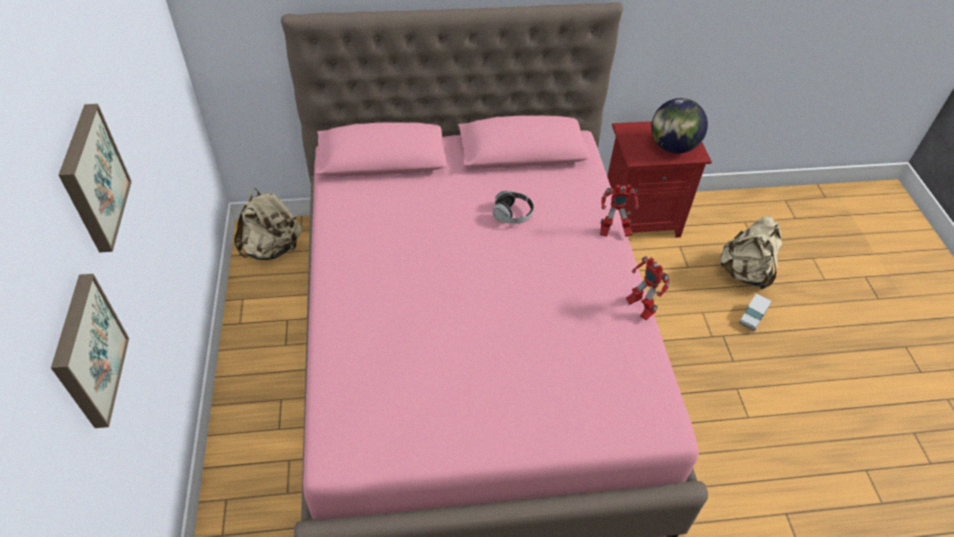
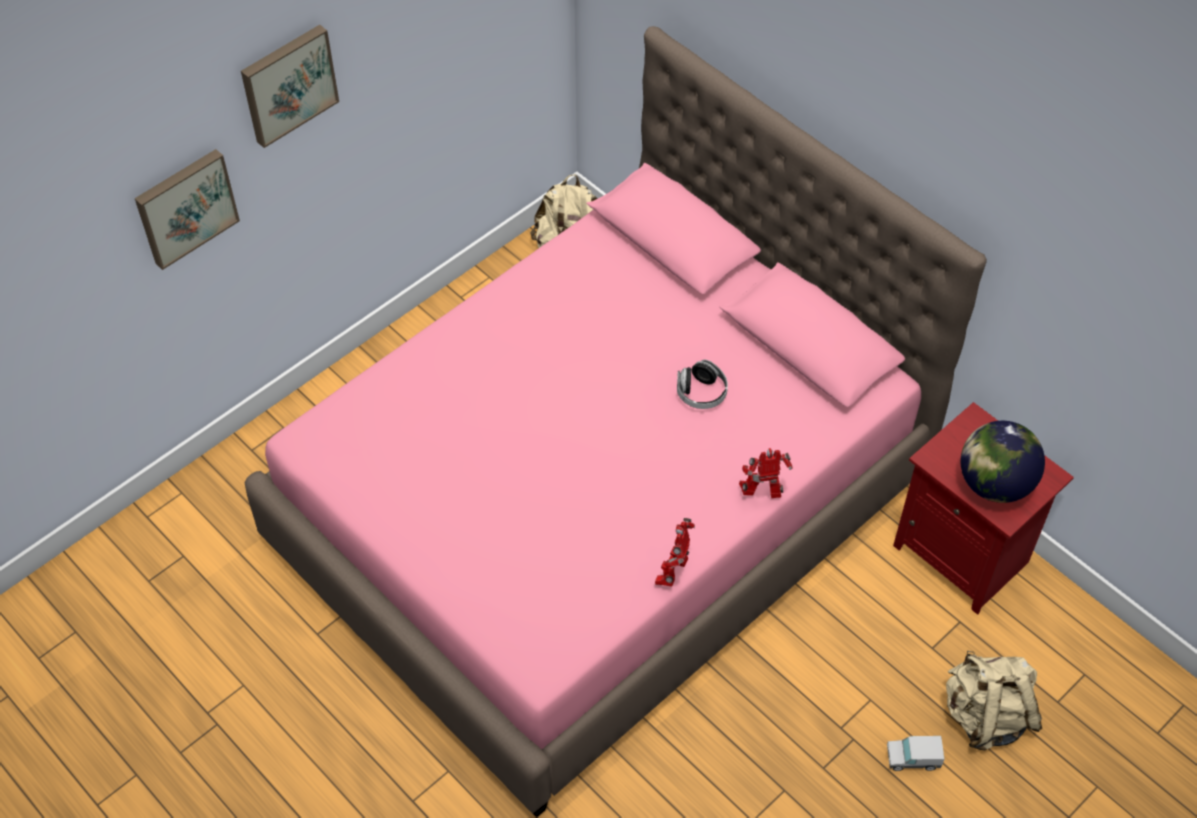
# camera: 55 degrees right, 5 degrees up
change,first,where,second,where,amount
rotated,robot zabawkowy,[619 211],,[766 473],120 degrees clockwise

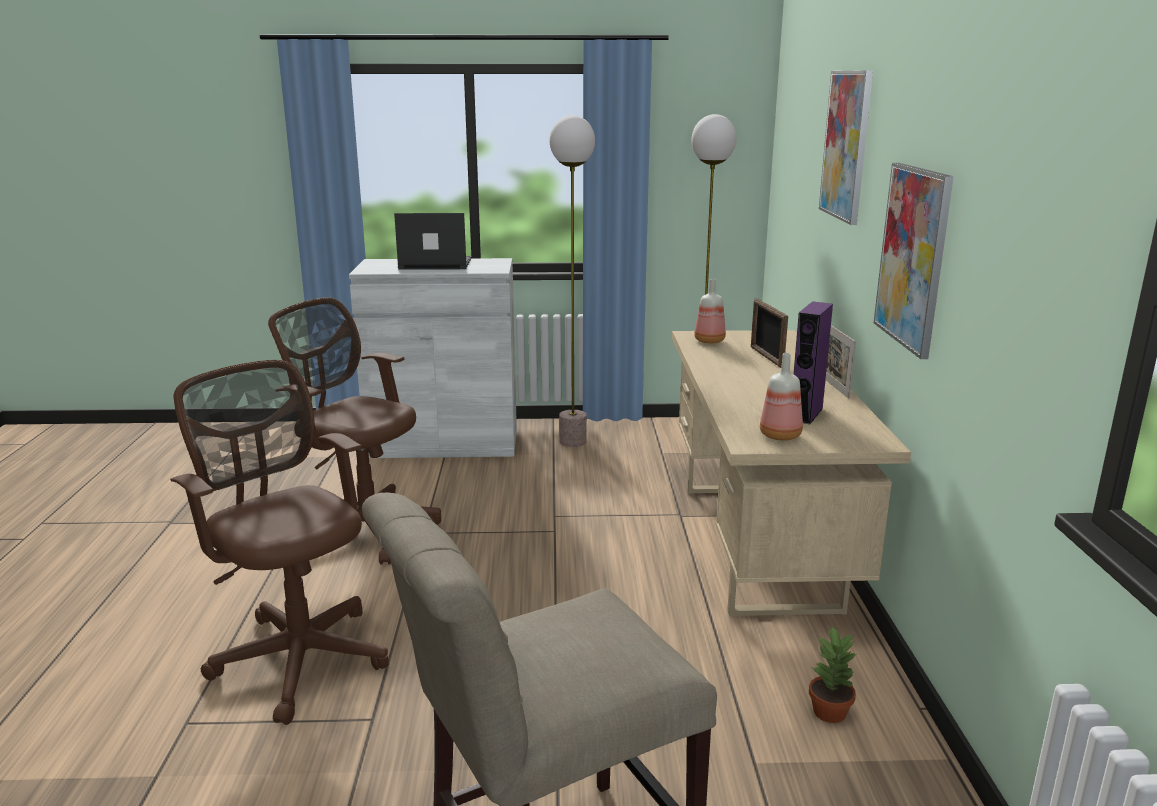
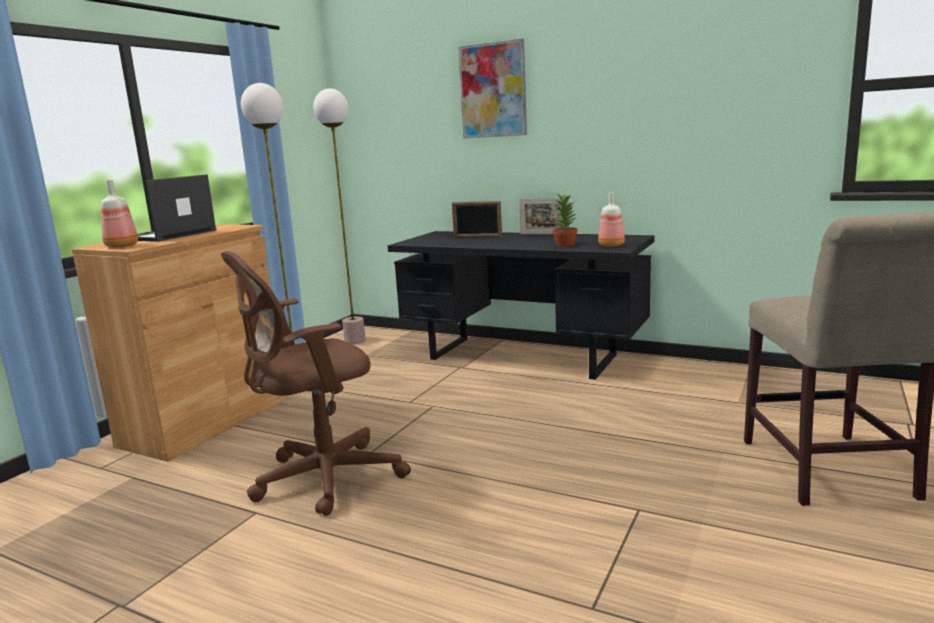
# camera: 60 degrees left, 5 degrees down
change,first,where,second,where,amount
gone,krzesło biurowe [brązowy],[279 542],,,
repainted,szafka [biały],[433 358],szafka [brązowy],[179 343],
repainted,biurko [beżowy],[791 473],biurko [czarny],[521 305],
shifted,butelka,[710 311],,[119 214],
gone,głośnik [fioletowy],[813 362],,,
shifted,roślina doniczkowa,[833 675],,[565 220],
gone,obraz,[914 261],,,

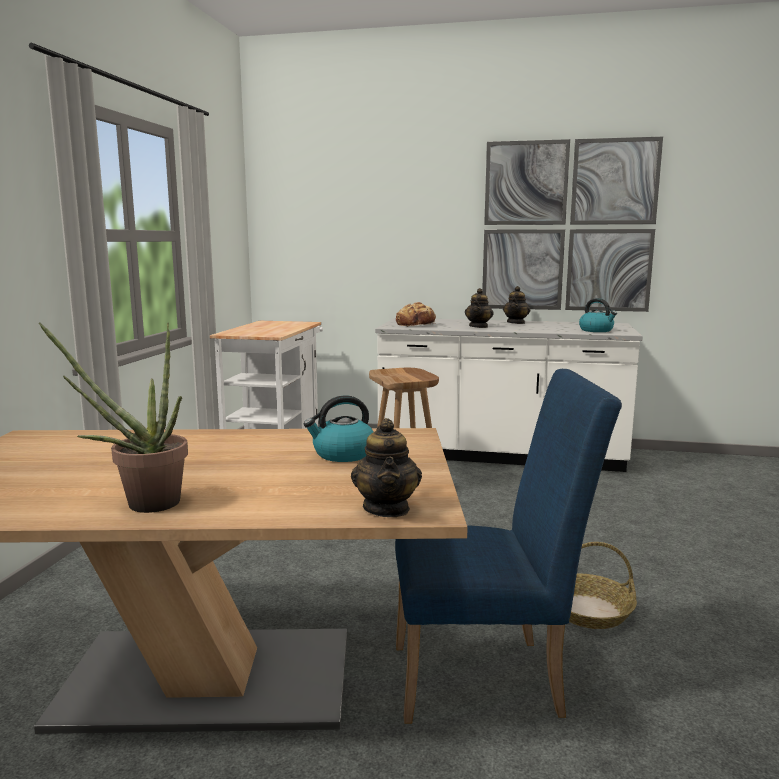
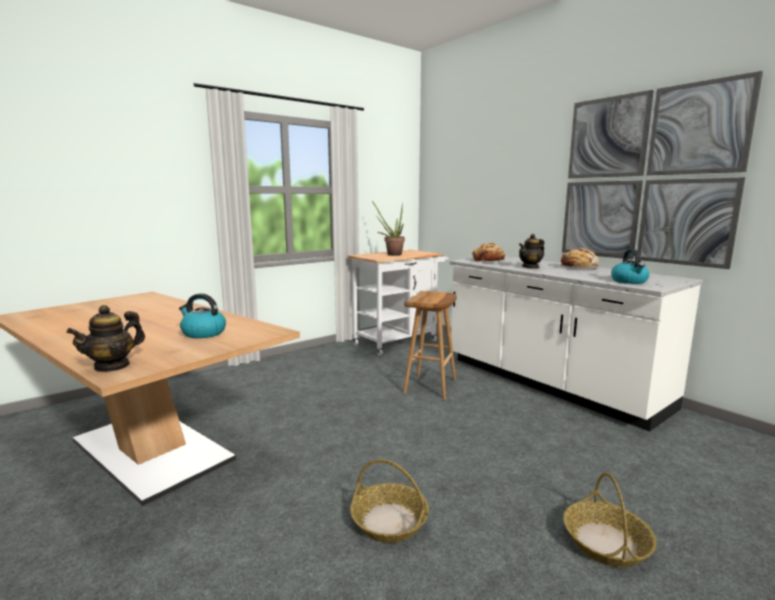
# camera: 40 degrees right, 0 degrees up
change,first,where,second,where,amount
shifted,roślina doniczkowa,[113 417],,[388 228],
gone,krzesło [niebieski],[508 546],,,
swapped,imbryk,[517 305],chleb,[577 258],
new,,,koszyk,[610 519],

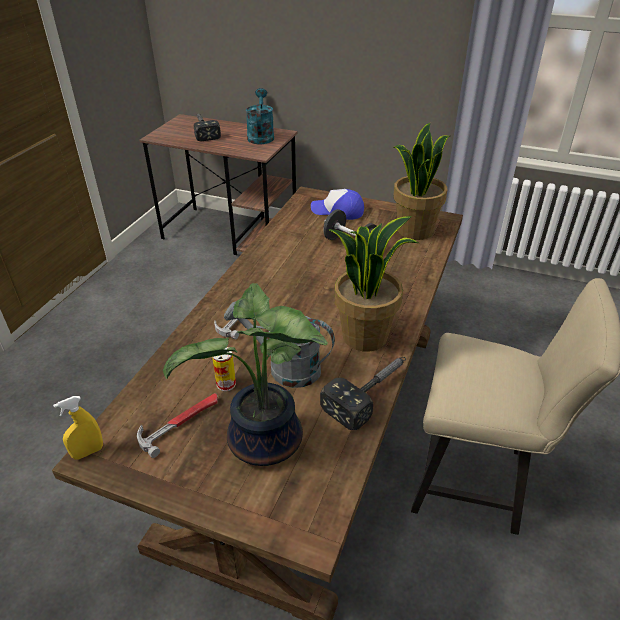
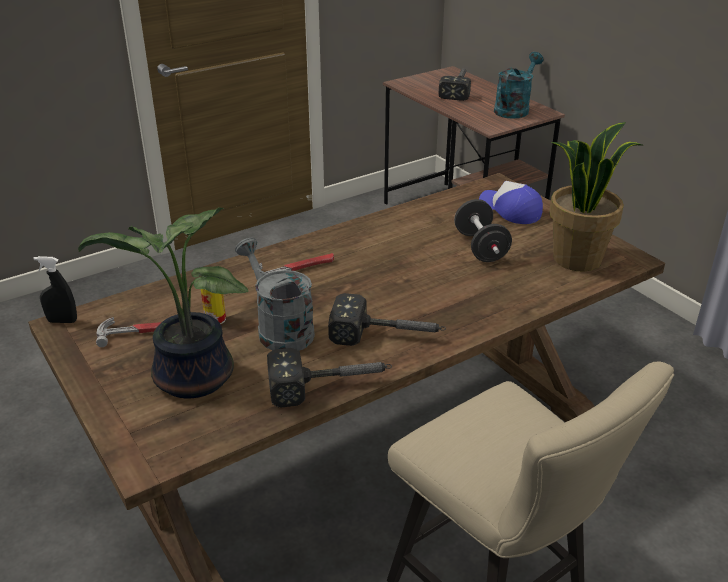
# camera: 35 degrees right, 5 degrees down
change,first,where,second,where,amount
repainted,spryskiwacz [żółty],[78 428],spryskiwacz [czarny],[55 289],
swapped,roślina doniczkowa,[374 284],młotek,[387 319],

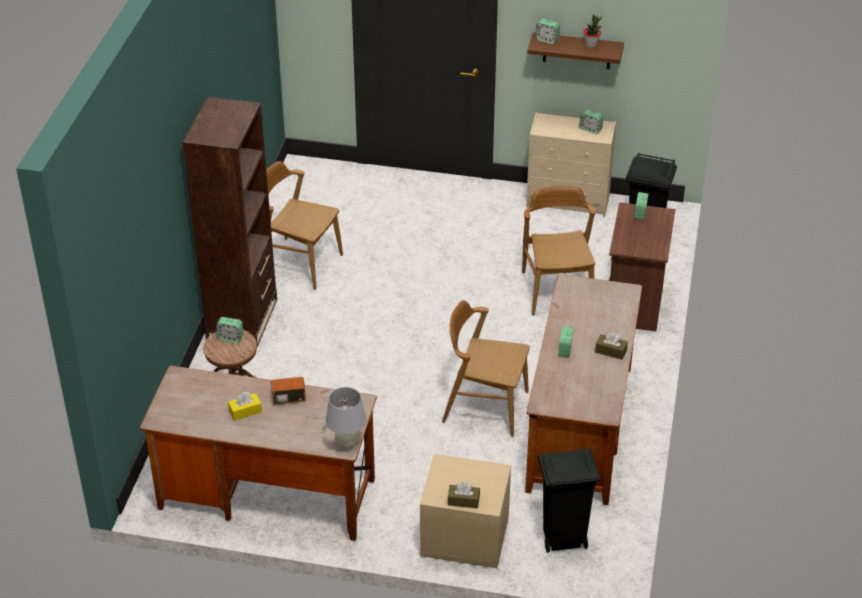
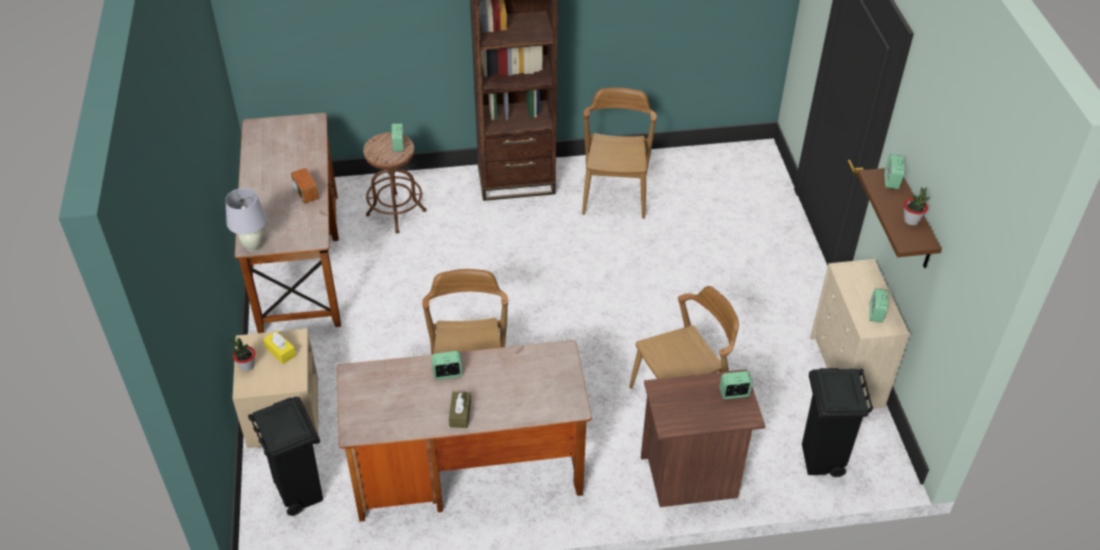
# camera: 70 degrees right, 5 degrees up
change,first,where,second,where,amount
shifted,pudełko chusteczek [żółty],[245 406],,[279 347],
swapped,pudełko chusteczek [brązowy],[464 495],roślina doniczkowa,[242 354],

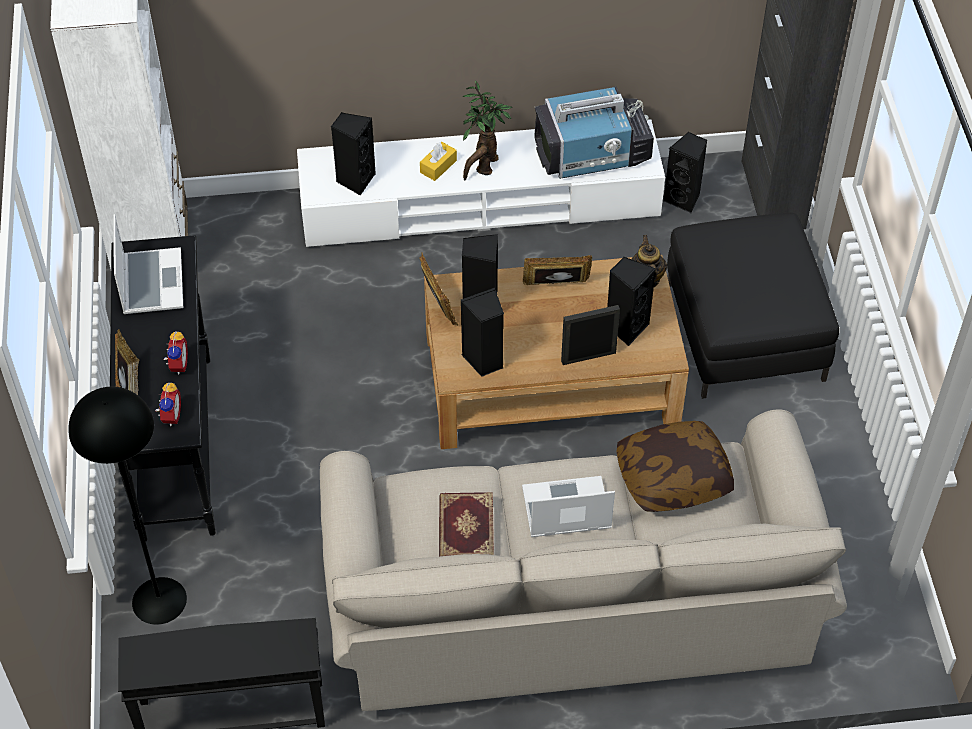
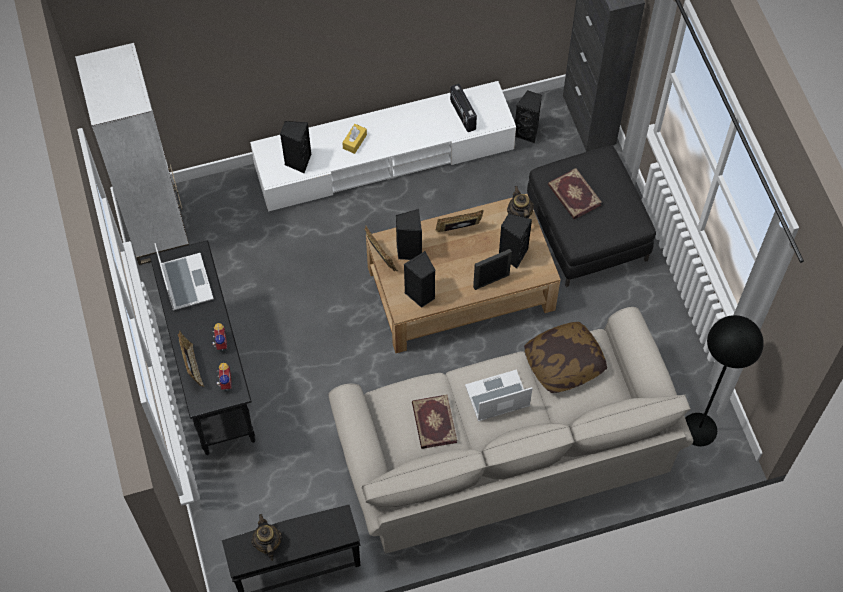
# camera: 10 degrees left, 10 degrees up
change,first,where,second,where,amount
shifted,lampa stojąca [czarny],[127 506],,[724 380],
gone,roślina doniczkowa,[487 130],,,
swapped,telewizor,[594 132],radio,[463 108],
new,,,imbryk,[266 537],
new,,,książka,[575 193],

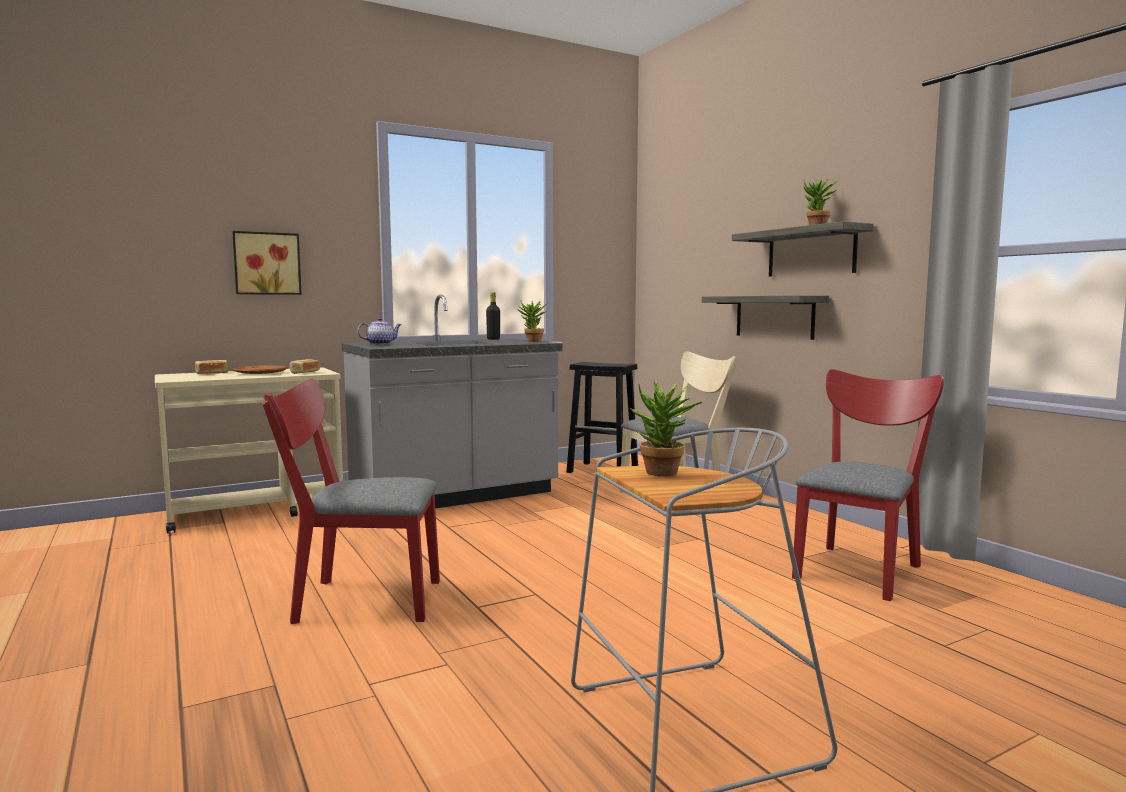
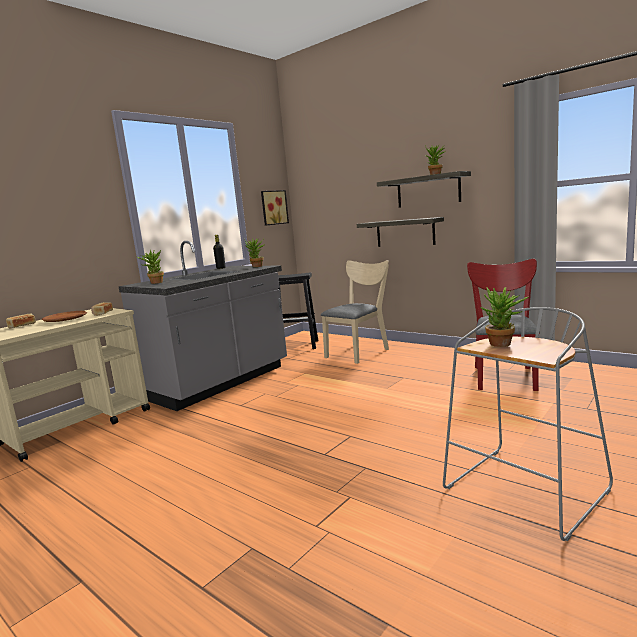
# camera: 20 degrees left, 5 degrees up
change,first,where,second,where,amount
shifted,obraz,[267 263],,[275 208],
gone,krzesło [czerwony],[351 501],,,
swapped,imbryk,[379 331],roślina doniczkowa,[150 267],

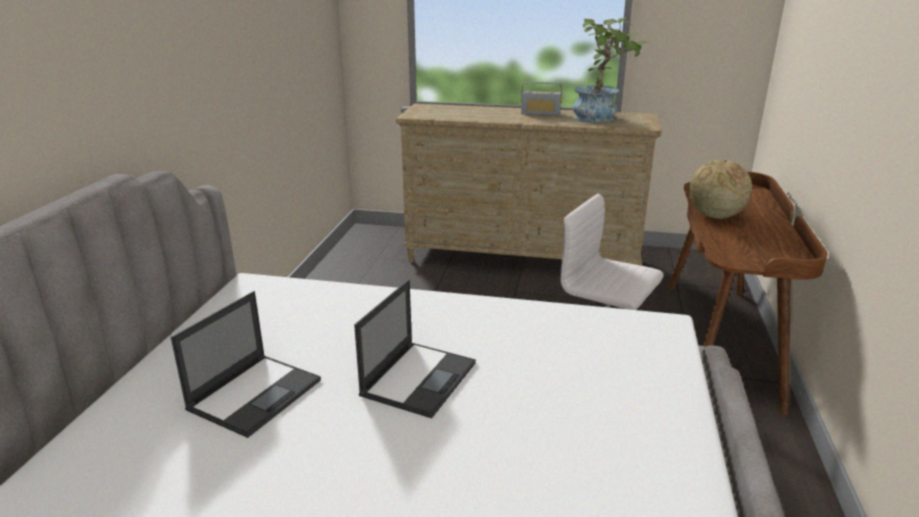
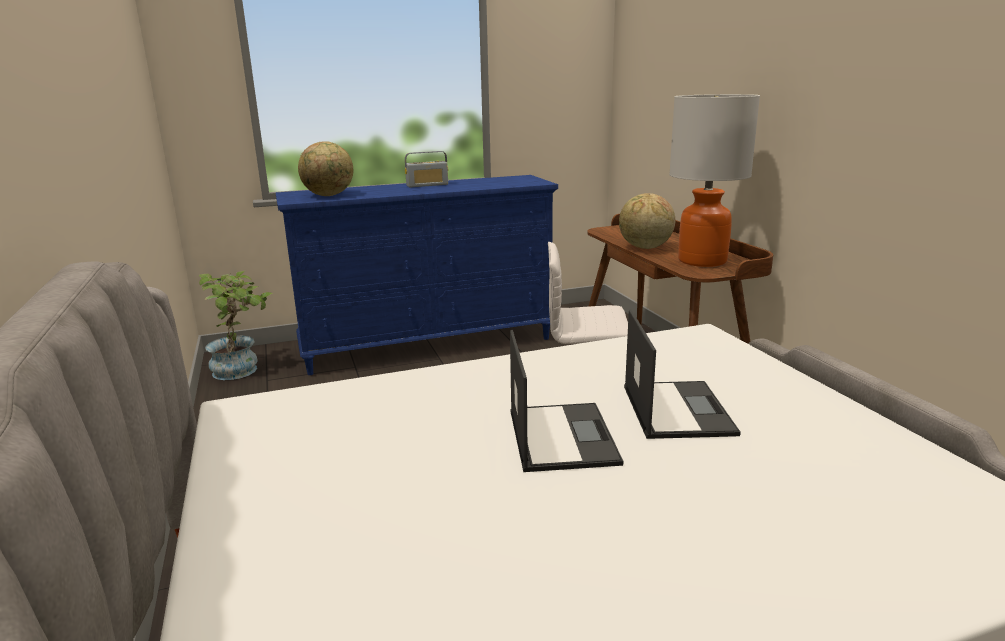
# camera: 30 degrees left, 5 degrees down
change,first,where,second,where,amount
shifted,laptop,[246 364],,[682 374],
repainted,komoda [beżowy],[529 184],komoda [niebieski],[417 275],
shifted,roślina doniczkowa,[610 69],,[236 325],
new,,,globus,[325 168],
new,,,lampa stołowa,[714 180],

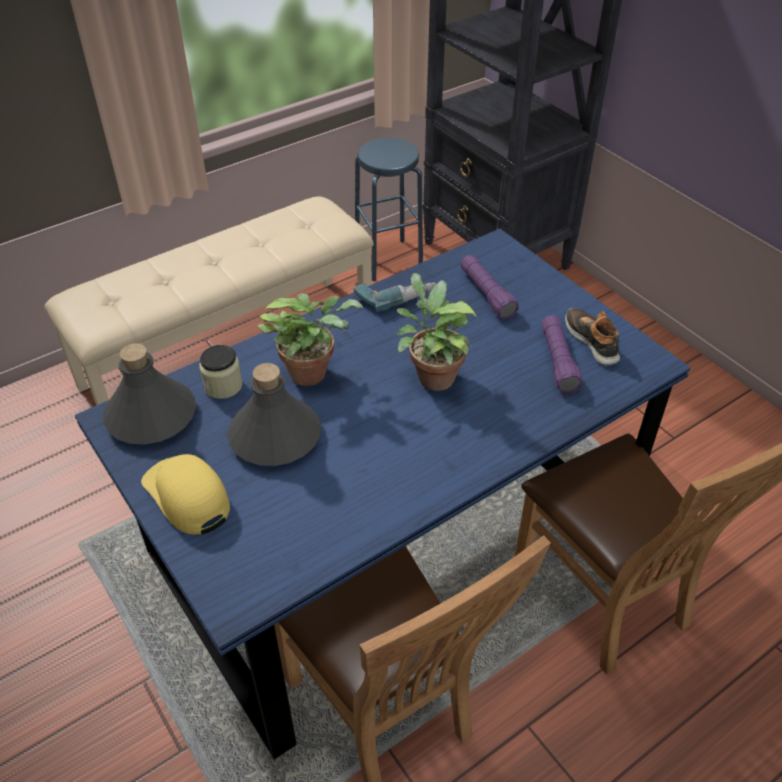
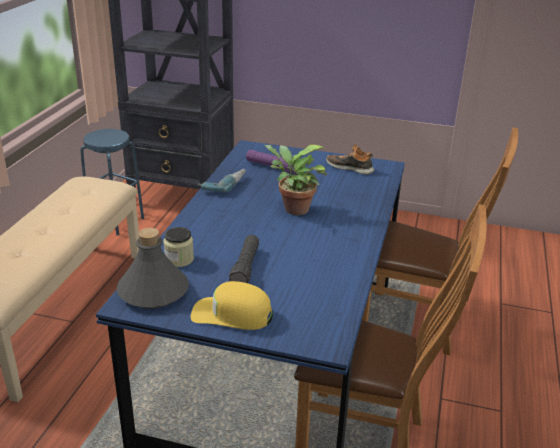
# camera: 40 degrees left, 15 degrees down
change,first,where,second,where,amount
swapped,butelka [szary],[274 414],latarka [czarny],[244 259],
gone,roślina doniczkowa,[310 339],,,
gone,latarka [fioletowy],[562 354],,,

